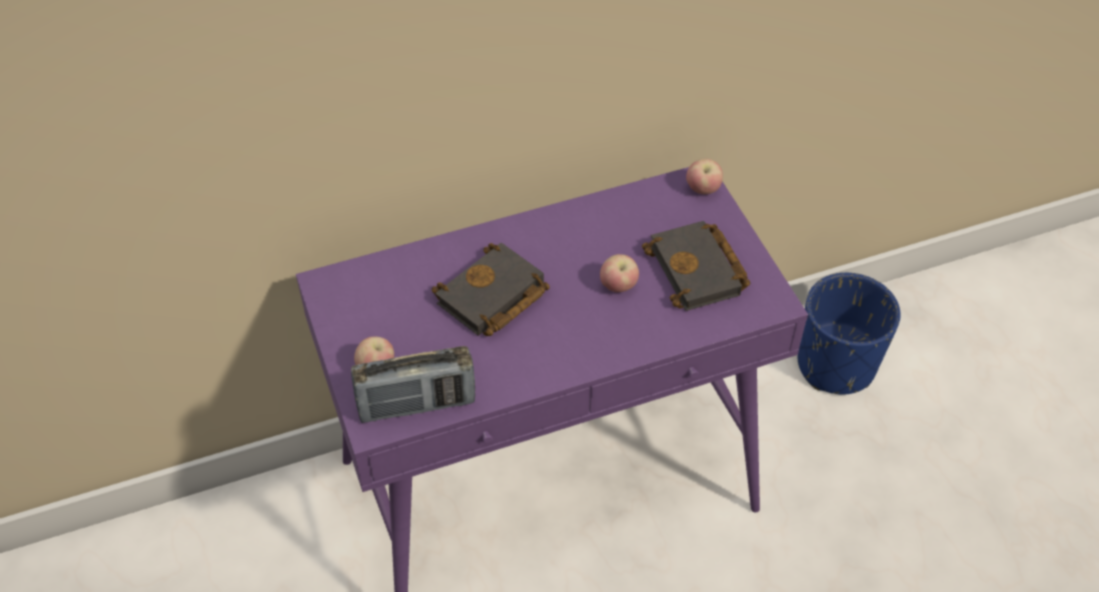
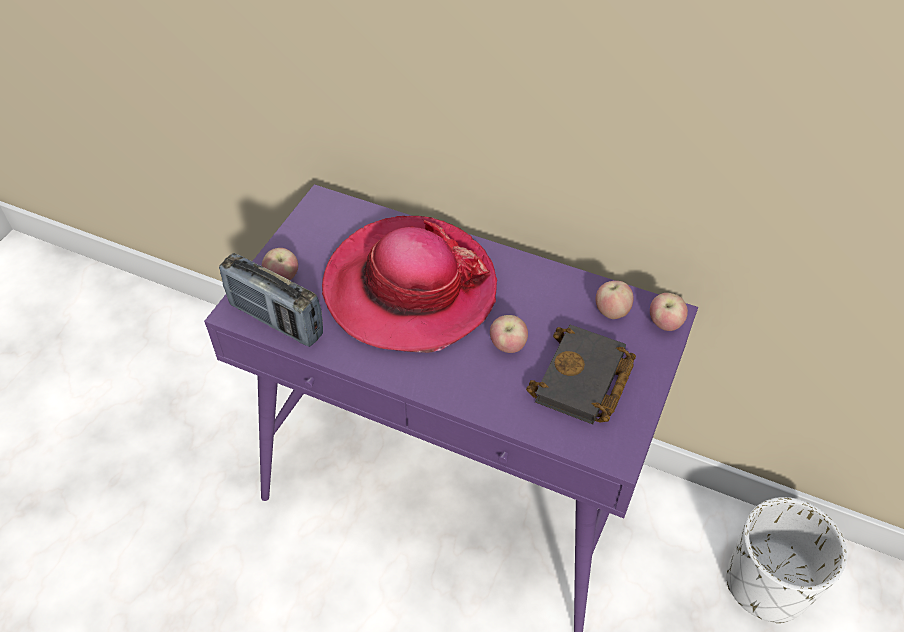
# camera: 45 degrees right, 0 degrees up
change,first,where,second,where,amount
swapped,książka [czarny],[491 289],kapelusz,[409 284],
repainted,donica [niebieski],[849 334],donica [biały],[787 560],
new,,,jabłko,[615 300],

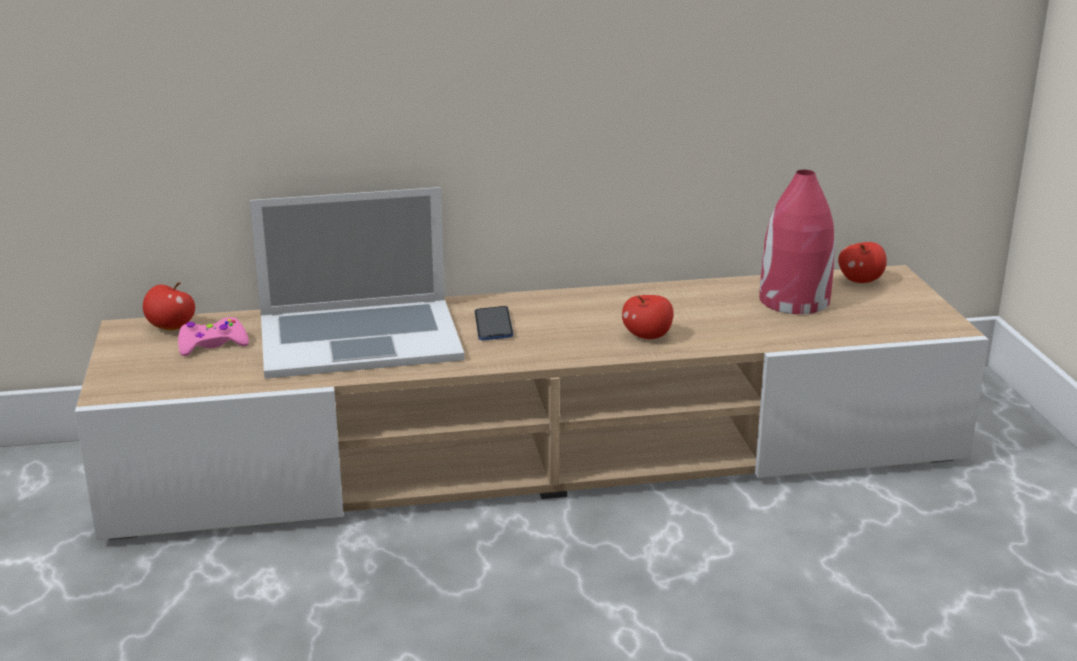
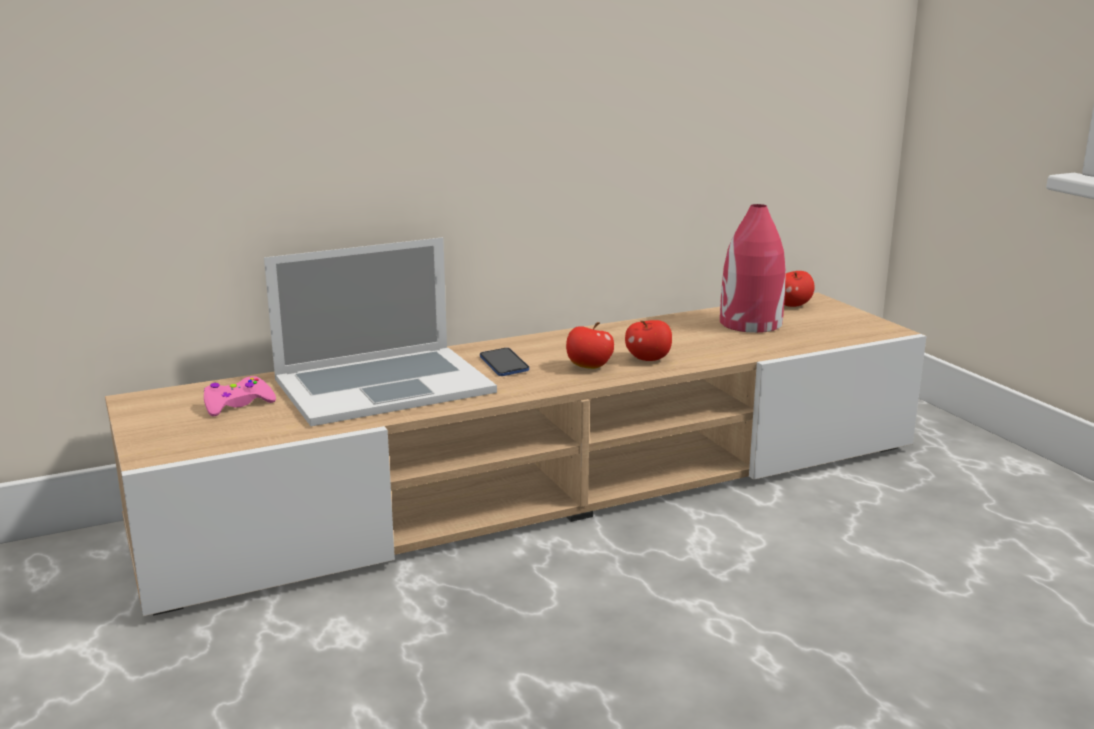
# camera: 15 degrees left, 5 degrees down
change,first,where,second,where,amount
shifted,jabłko,[169 306],,[590 345],

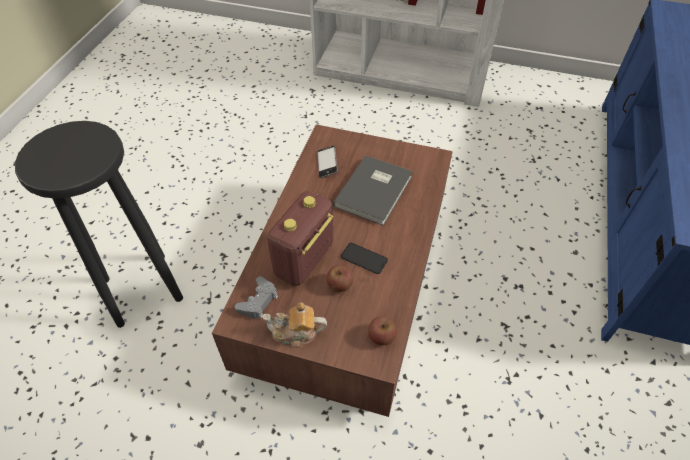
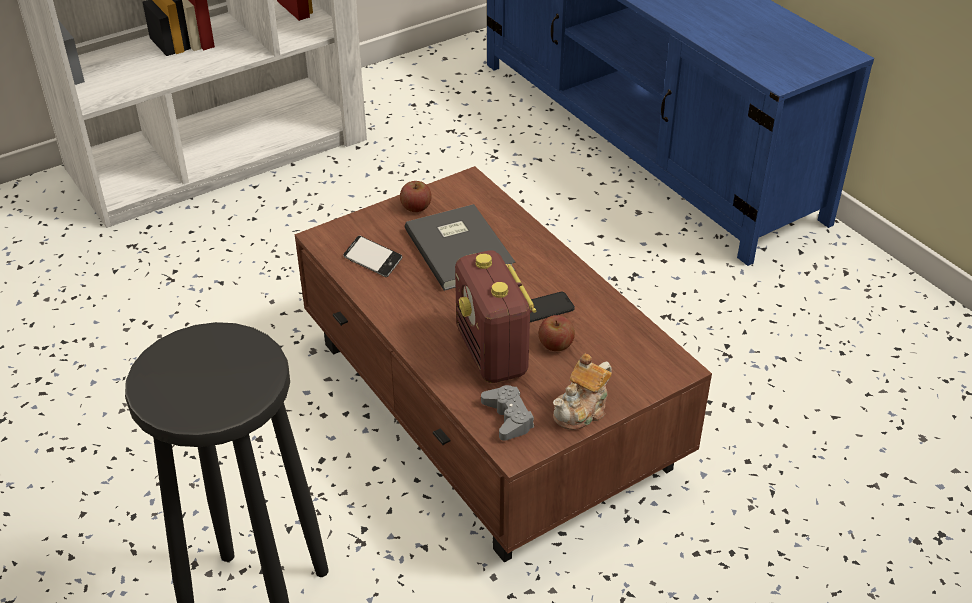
# camera: 50 degrees left, 10 degrees down
change,first,where,second,where,amount
shifted,jabłko,[382 330],,[416 196],

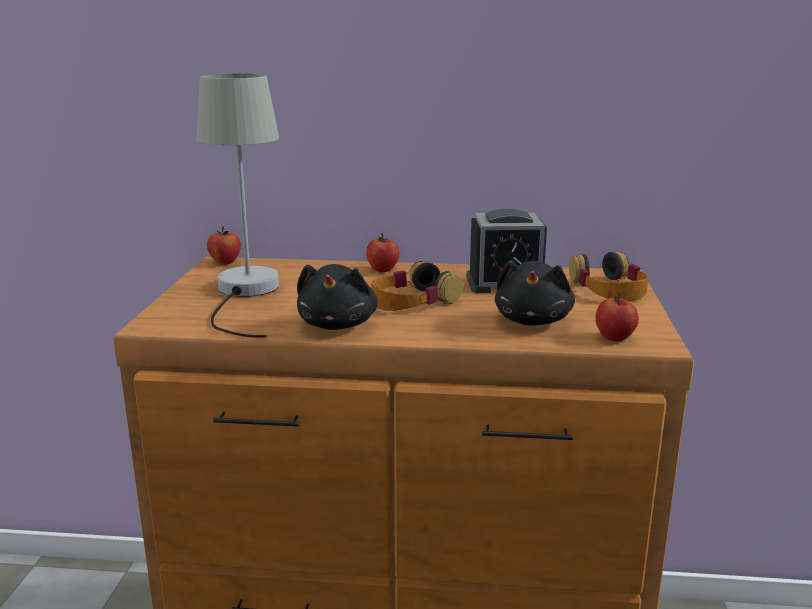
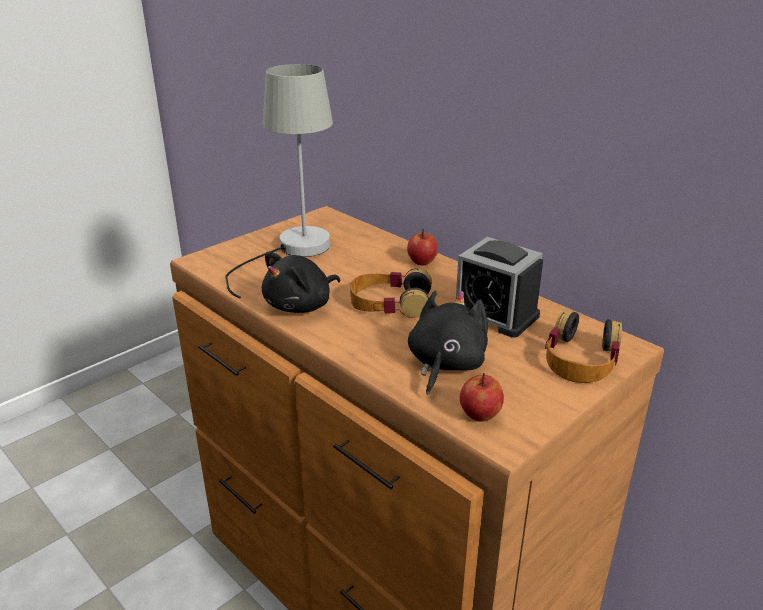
# camera: 40 degrees right, 10 degrees up
change,first,where,second,where,amount
gone,jabłko,[224 246],,,
rotated,pluszak [czarny],[535 293],,[448 343],150 degrees clockwise

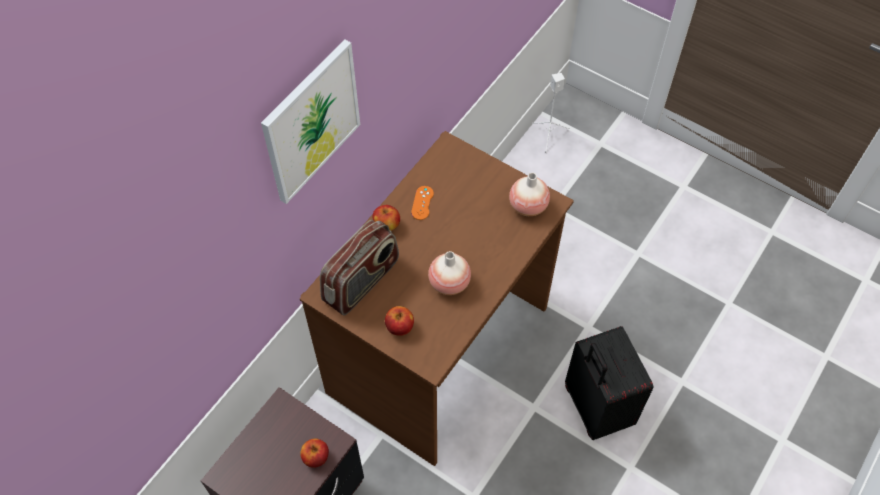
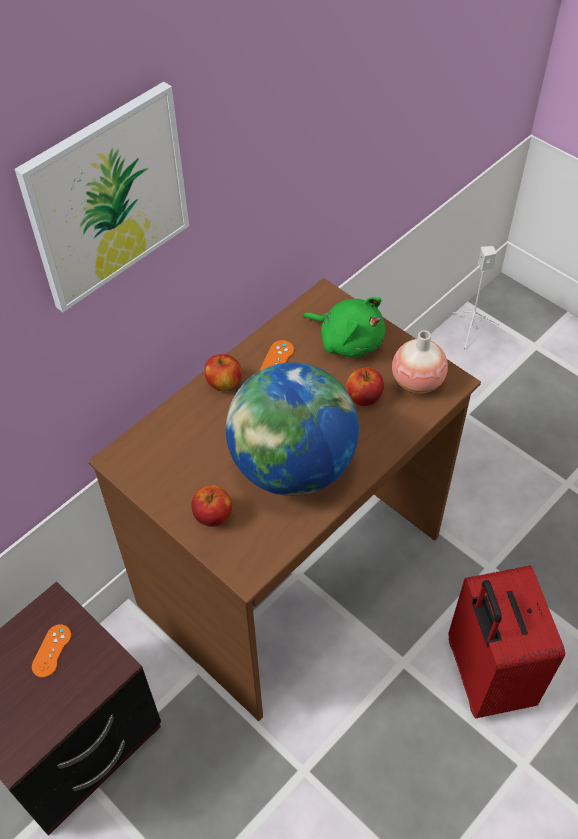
# camera: 10 degrees right, 5 degrees down
change,first,where,second,where,amount
shifted,jabłko,[314 453],,[365 386],
gone,radio,[359 268],,,
swapped,wazon,[449 273],globus,[292 429],
repainted,walizka [czarny],[609 383],walizka [czerwony],[506 642],
new,,,pad do gier [pomarańczowy],[51 651],
new,,,pluszak [zielony],[344 327],

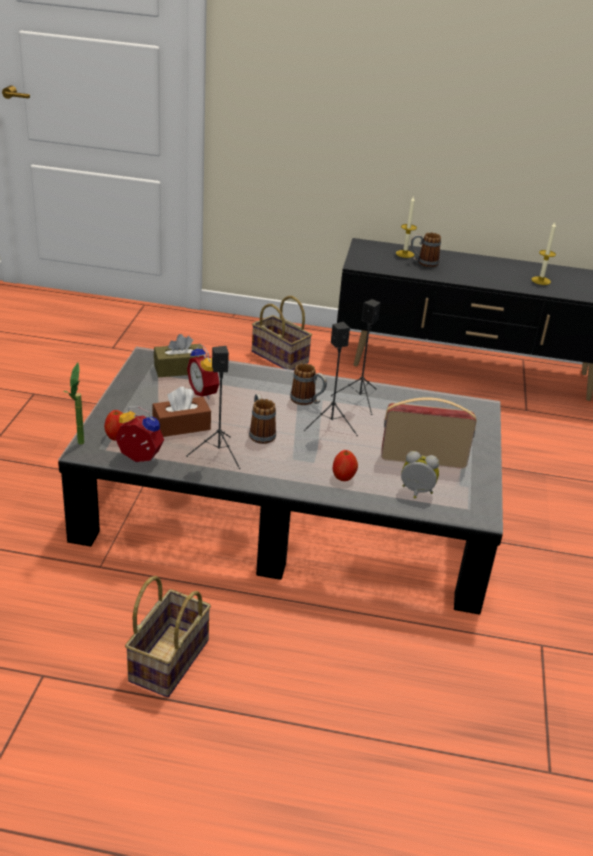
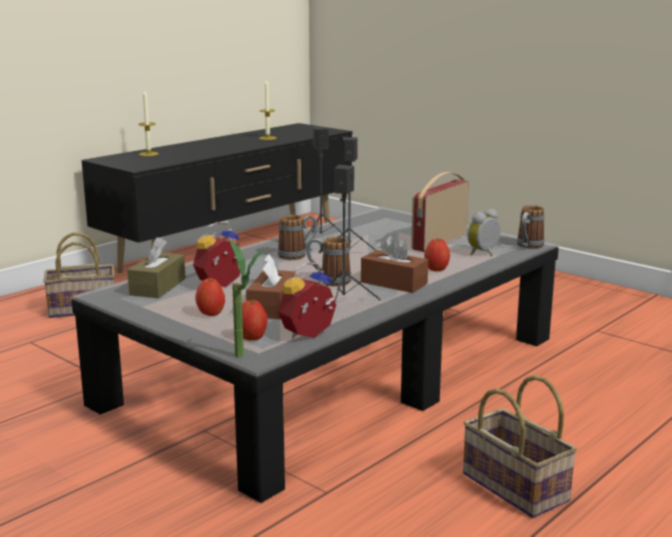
# camera: 55 degrees left, 15 degrees down
change,first,where,second,where,amount
rotated,budzik,[203 372],,[216 254],135 degrees clockwise
shifted,kubek,[426 250],,[530 227],
new,,,jabłko,[210 297],
new,,,pudełko chusteczek [brązowy],[394 263],

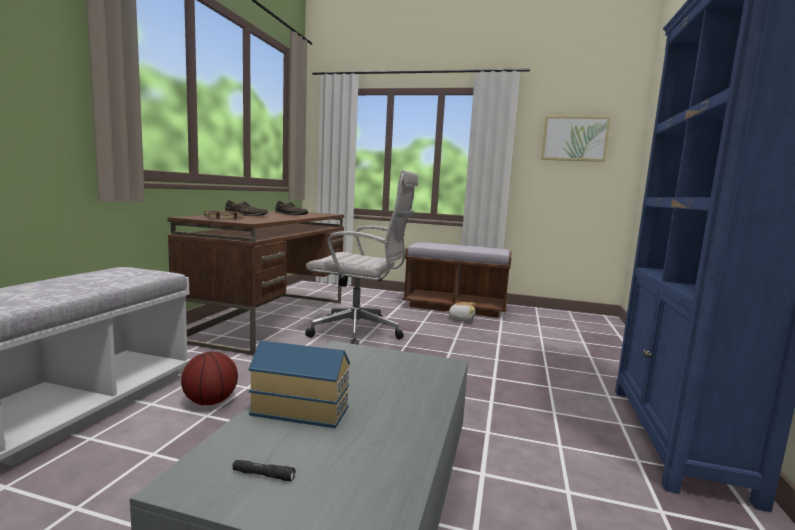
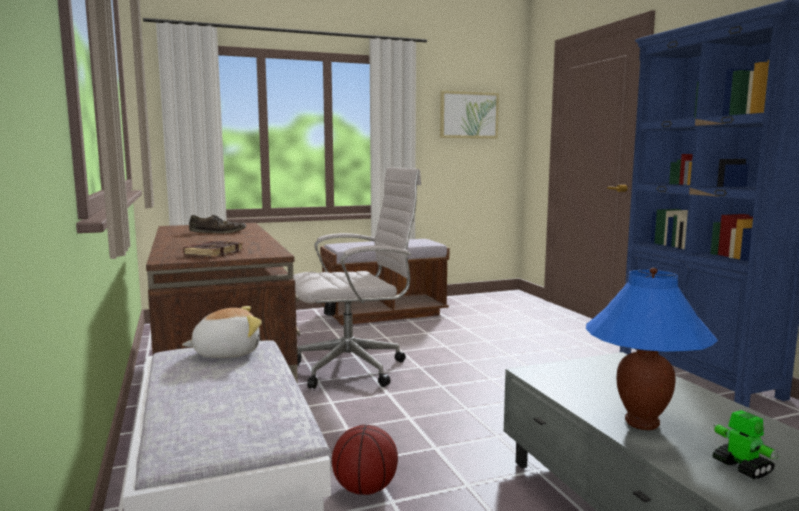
# camera: 35 degrees left, 0 degrees up
change,first,where,second,where,amount
gone,but [brązowy],[246 208],,,
swapped,latarka [czarny],[264 471],robot zabawkowy,[746 444],
swapped,domek,[299 384],lampa stołowa [niebieski],[652 349],
shifted,pluszak,[460 312],,[222 332],

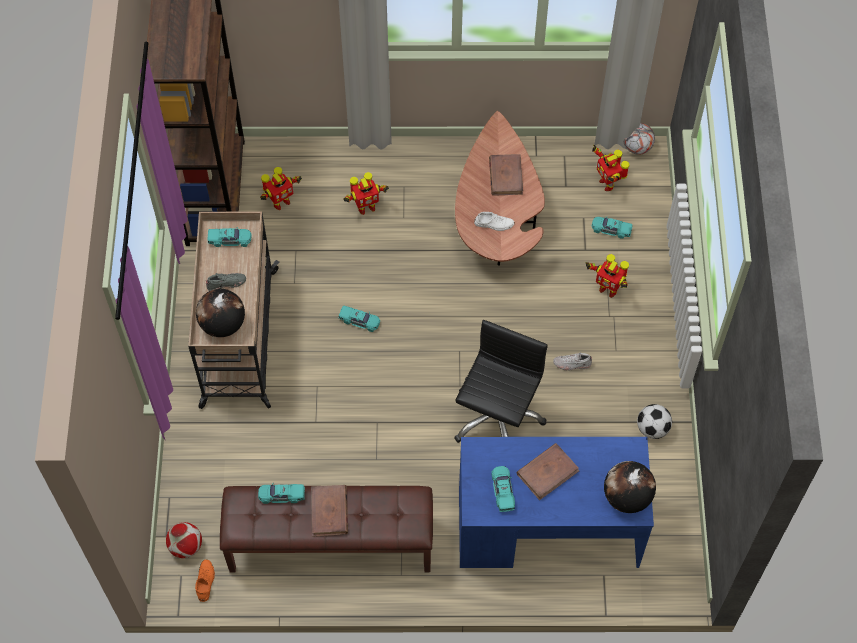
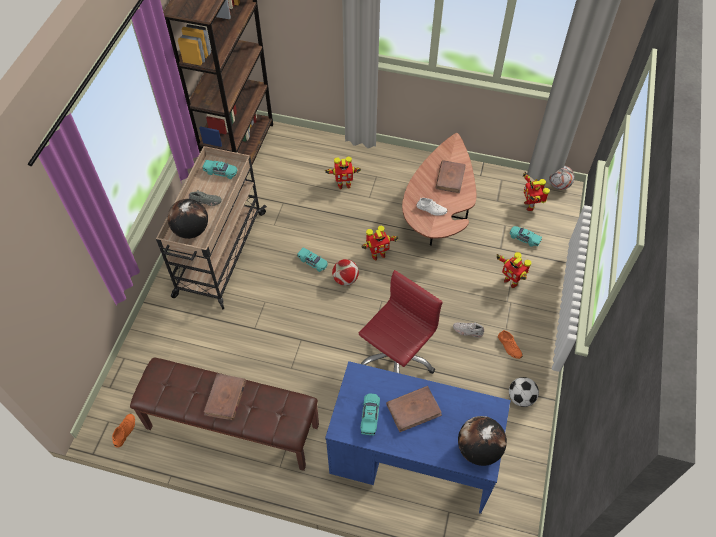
# camera: 15 degrees right, 5 degrees down
change,first,where,second,where,amount
shifted,piłka futbolowa,[184 540],,[345 272],
gone,samochodzik [turkusowy],[281 493],,,
shifted,robot zabawkowy,[281 188],,[380 243],
repainted,krzesło biurowe [czarny],[501 381],krzesło biurowe [czerwony],[401 322],
new,,,but [pomarańczowy],[510 344],

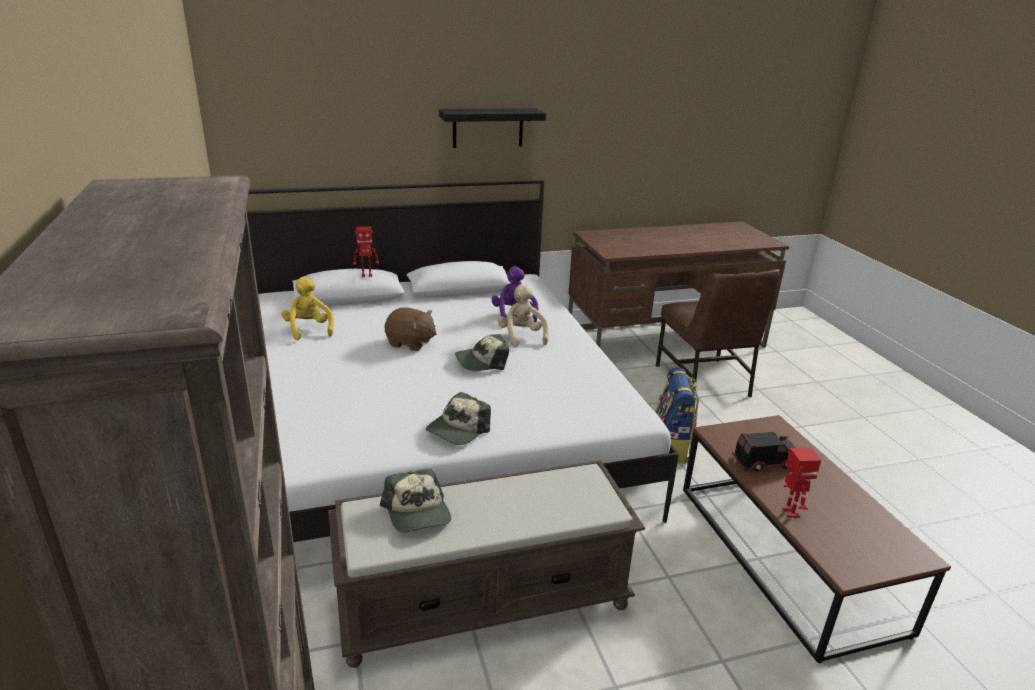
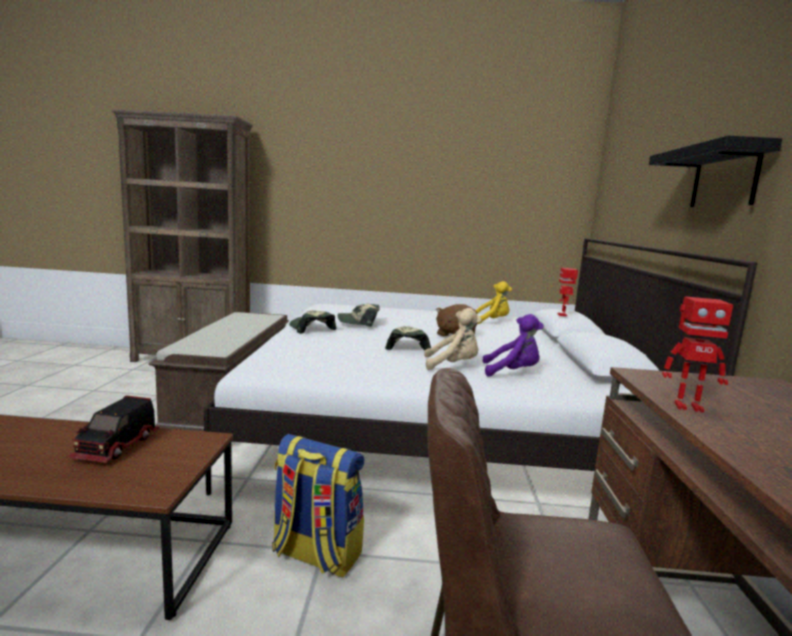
# camera: 110 degrees right, 15 degrees down
change,first,where,second,where,amount
shifted,czapka z daszkiem,[415 501],,[359 315],
shifted,robot zabawkowy,[801 482],,[697 354],

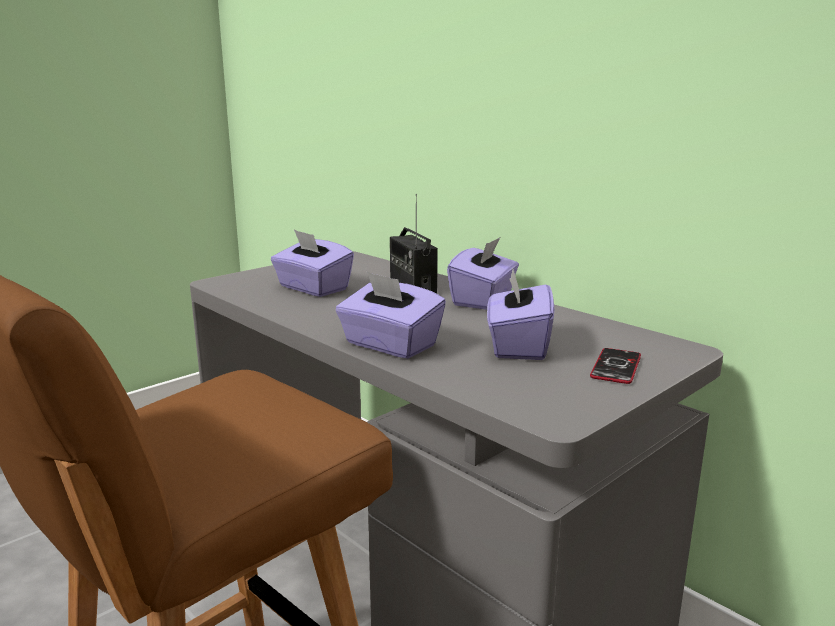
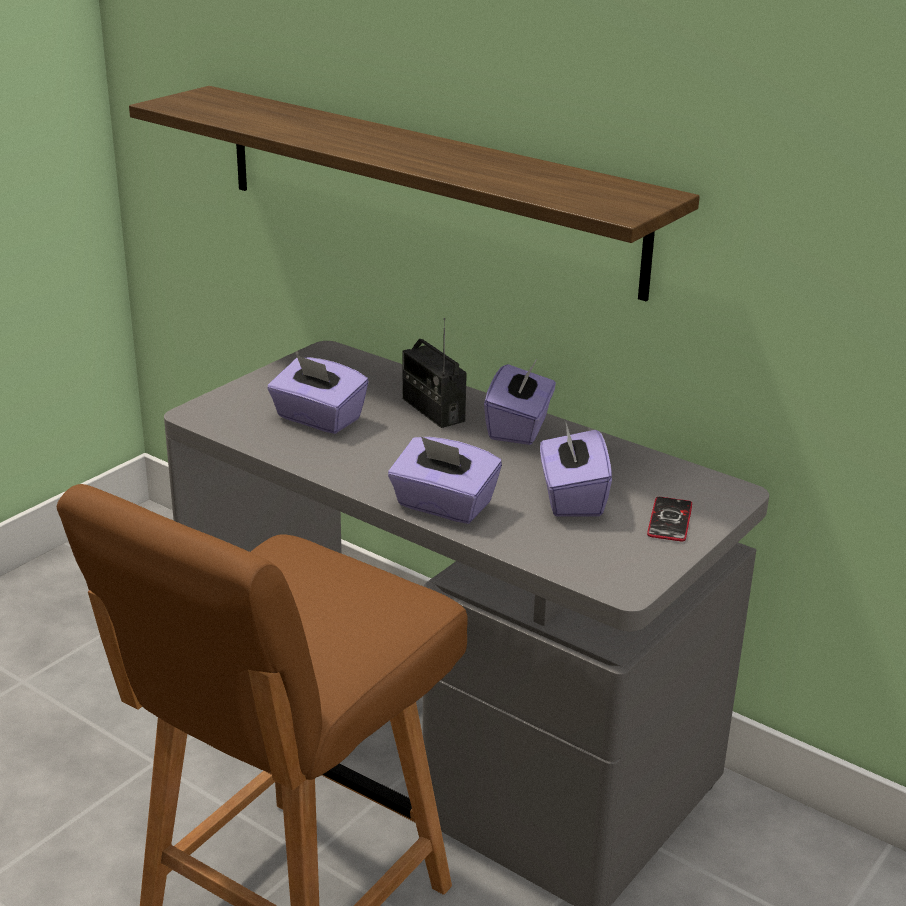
# camera: 10 degrees left, 10 degrees up
change,first,where,second,where,amount
new,,,półka,[414 194],

